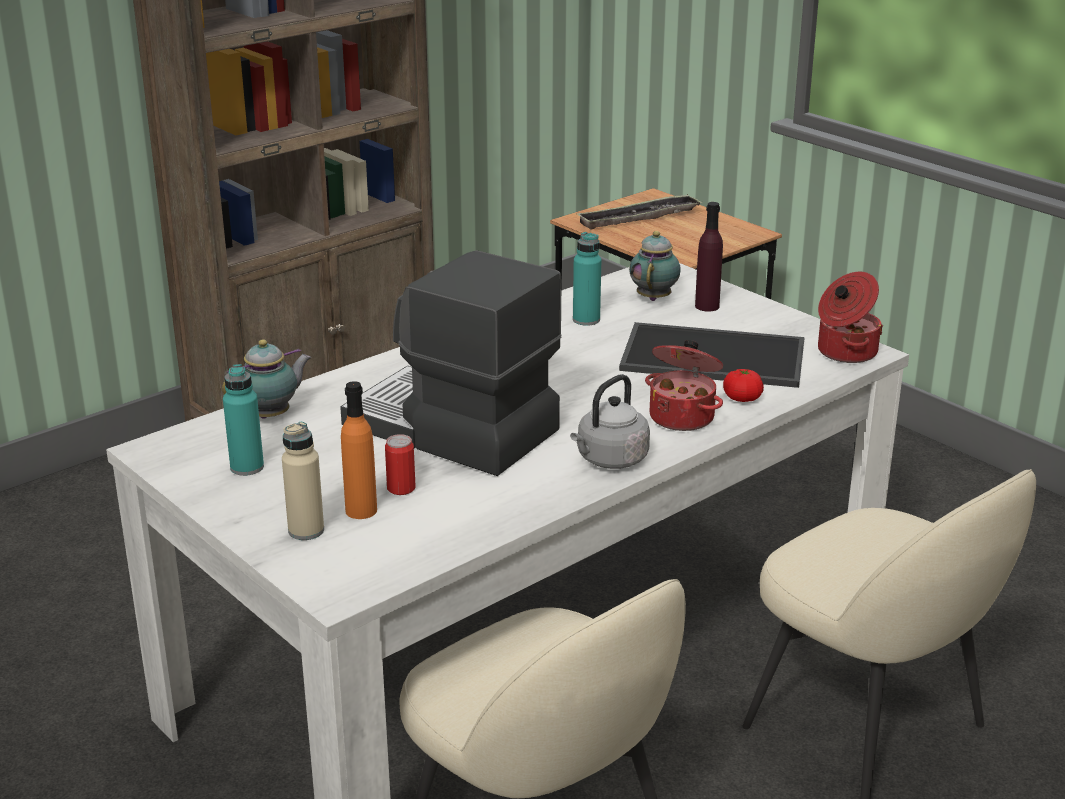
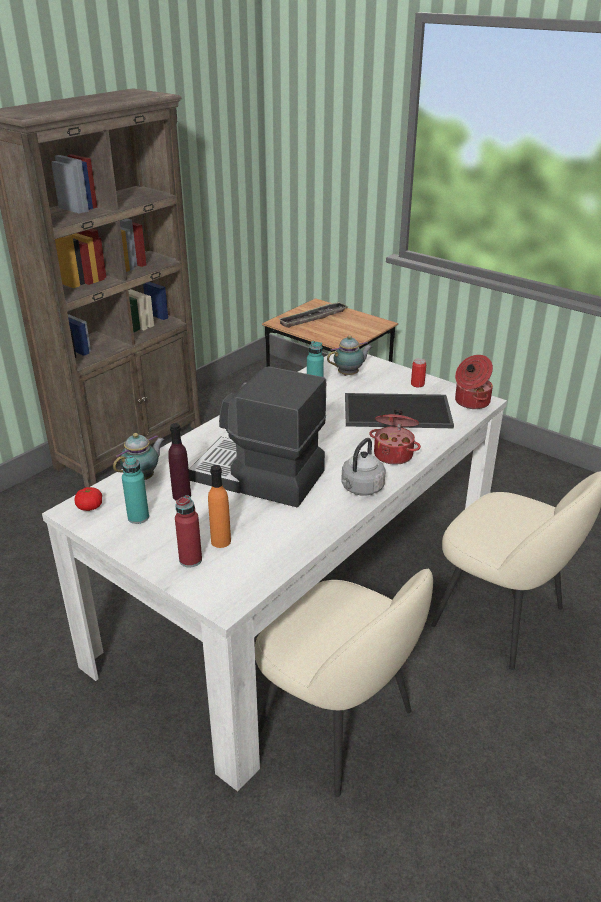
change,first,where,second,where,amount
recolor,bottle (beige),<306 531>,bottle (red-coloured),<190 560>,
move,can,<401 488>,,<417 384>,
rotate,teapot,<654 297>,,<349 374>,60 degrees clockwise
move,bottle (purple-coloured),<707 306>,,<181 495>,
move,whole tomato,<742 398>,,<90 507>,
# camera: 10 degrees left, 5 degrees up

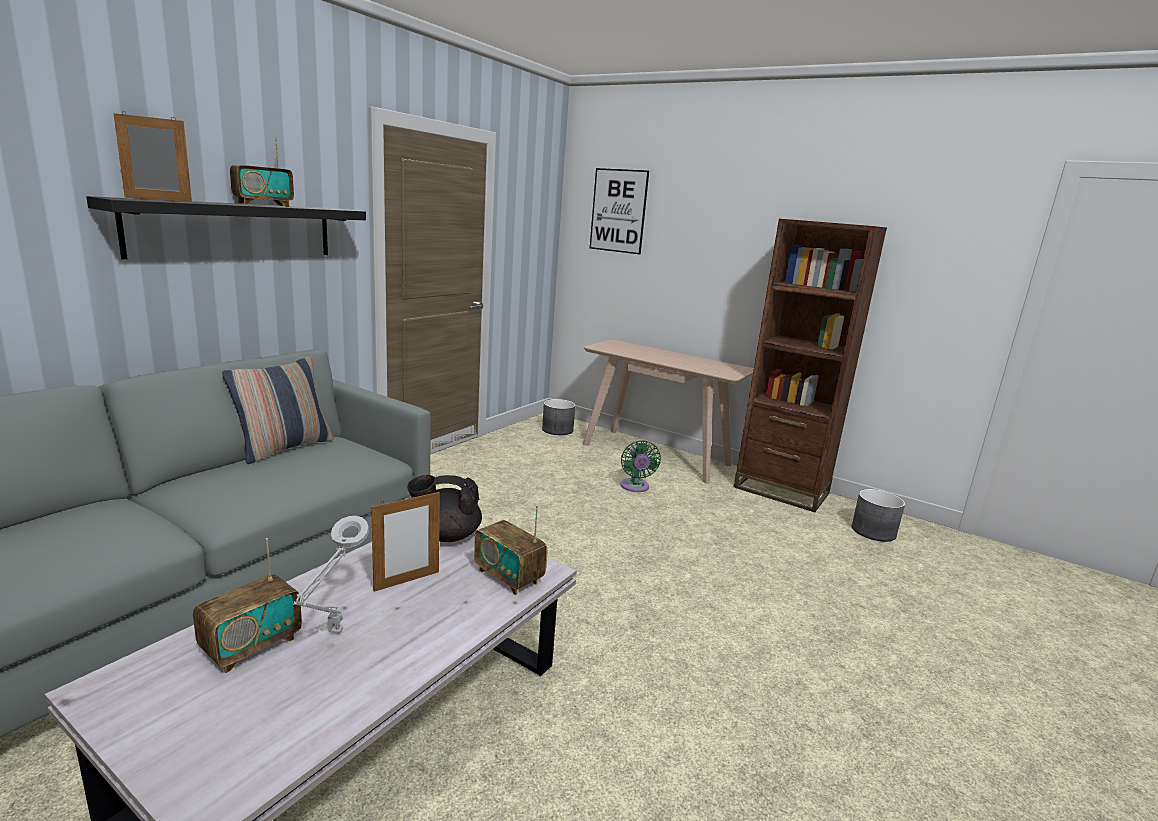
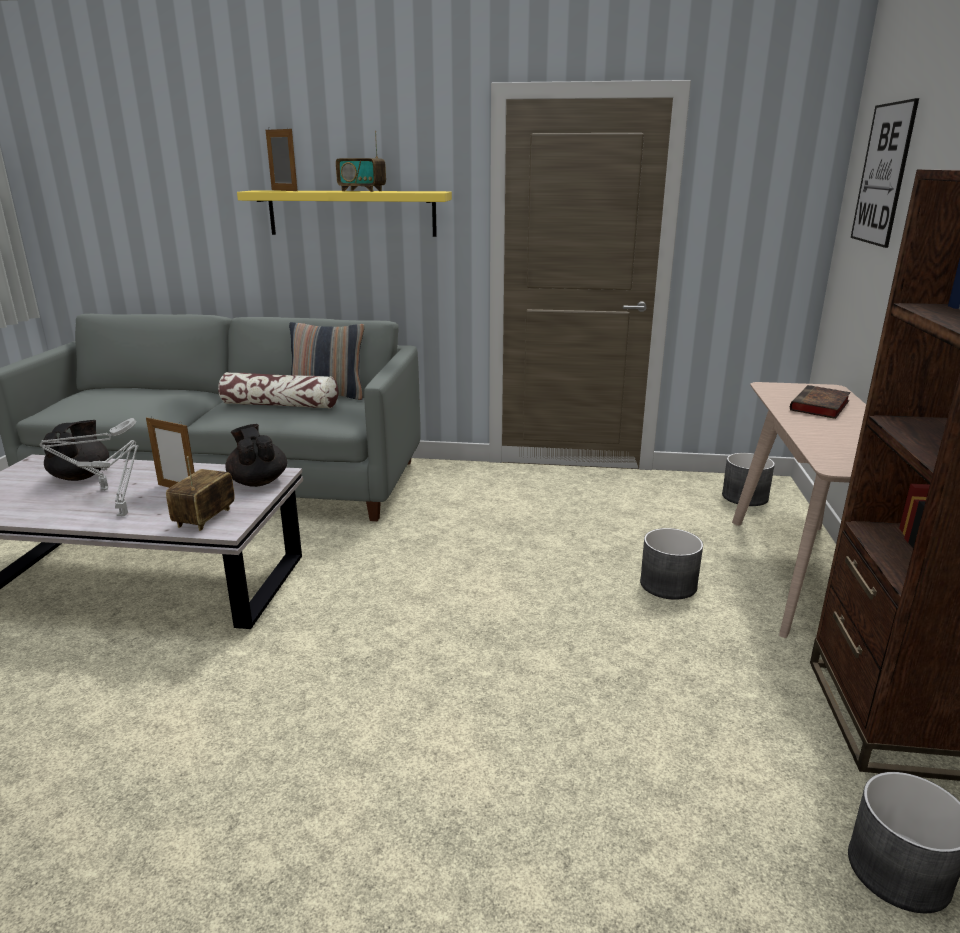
change,first,where,second,where,amount
recolor,bracket shelf (black-coloured),<235 230>,bracket shelf (yellow),<352 213>,
replace,radio,<251 646>,teapot (black-coloured),<81 476>,
replace,fan (green-coloured),<635 487>,plant pot (greyish),<668 584>,
insert,,,lamp for a table (greyish),<124 514>,
insert,,,cushion,<280 405>,
insert,,,bound book,<820 407>,
# camera: 65 degrees right, 5 degrees up

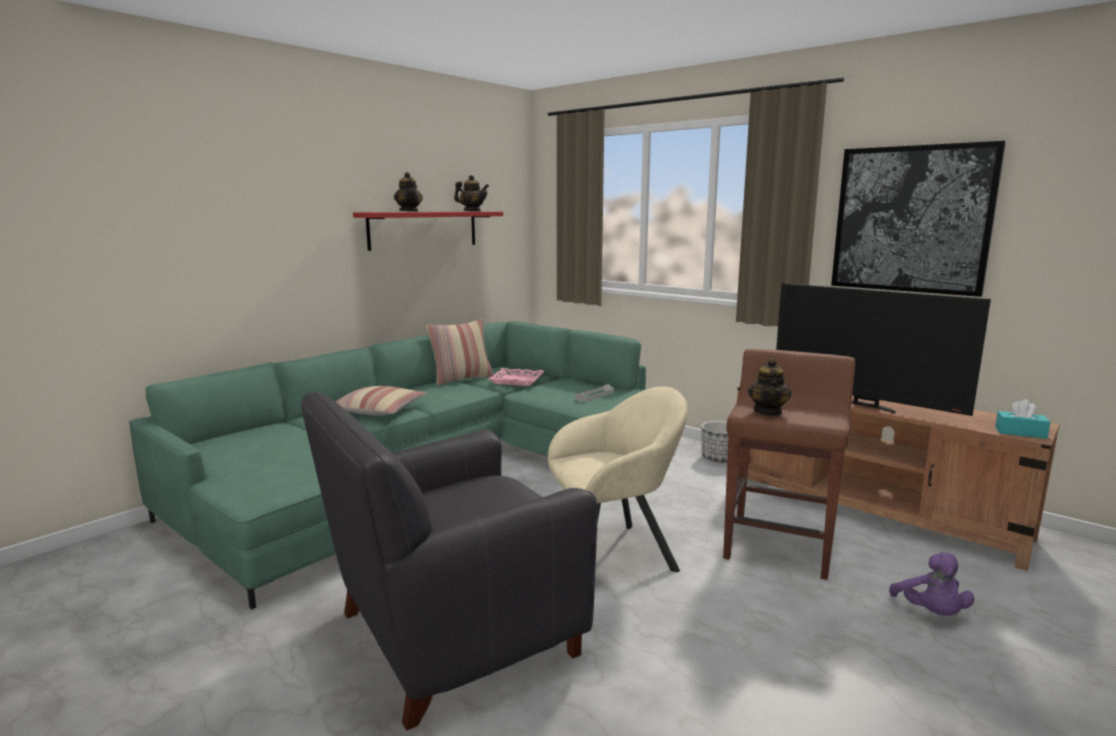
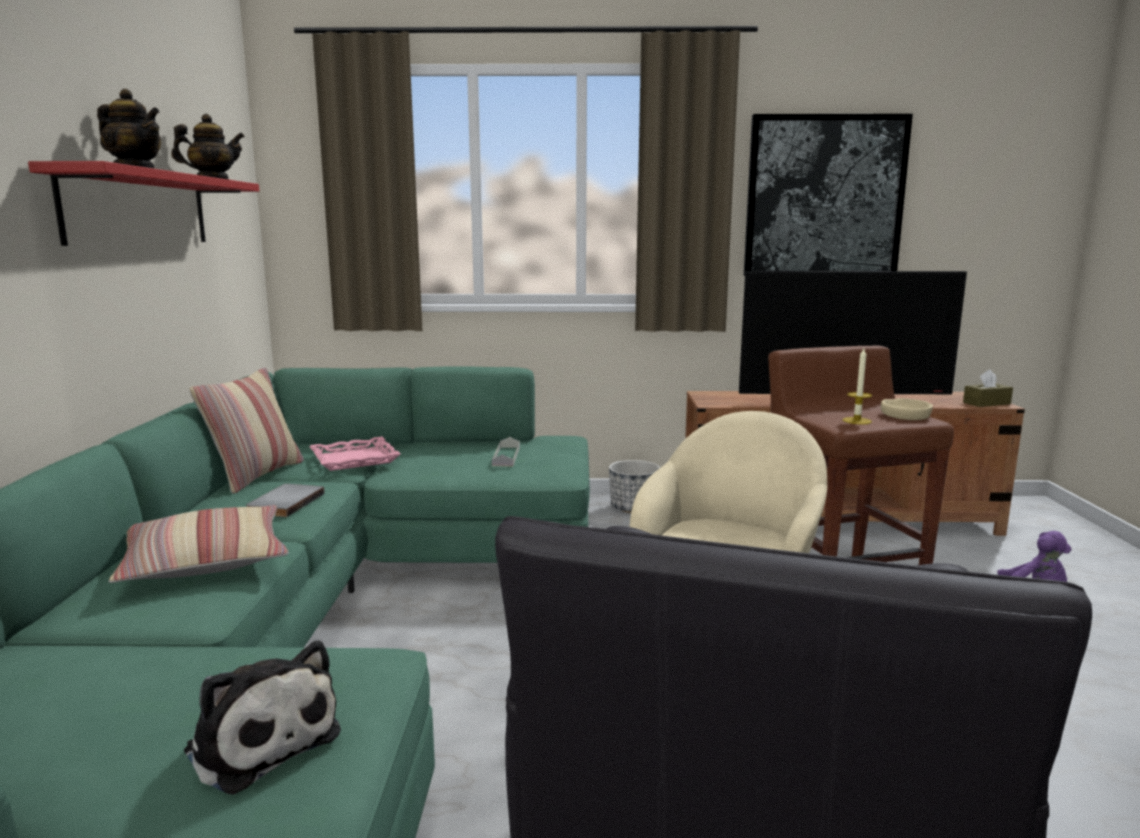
change,first,where,second,where,amount
replace,teapot,<768 412>,wax candle,<857 421>,
recolor,tissue box (turquoise),<1020 432>,tissue box (brown-coloured),<986 403>,
insert,,,soft toy,<260 740>,
insert,,,bound book (greyish),<283 503>,
insert,,,deep dish (beige),<905 415>,
# camera: 40 degrees left, 0 degrees up

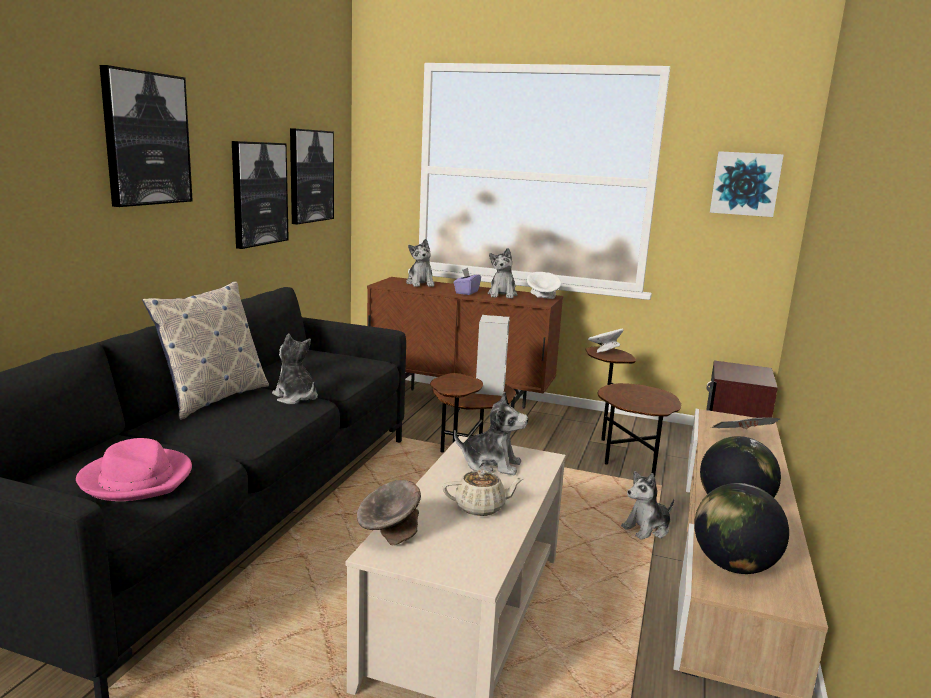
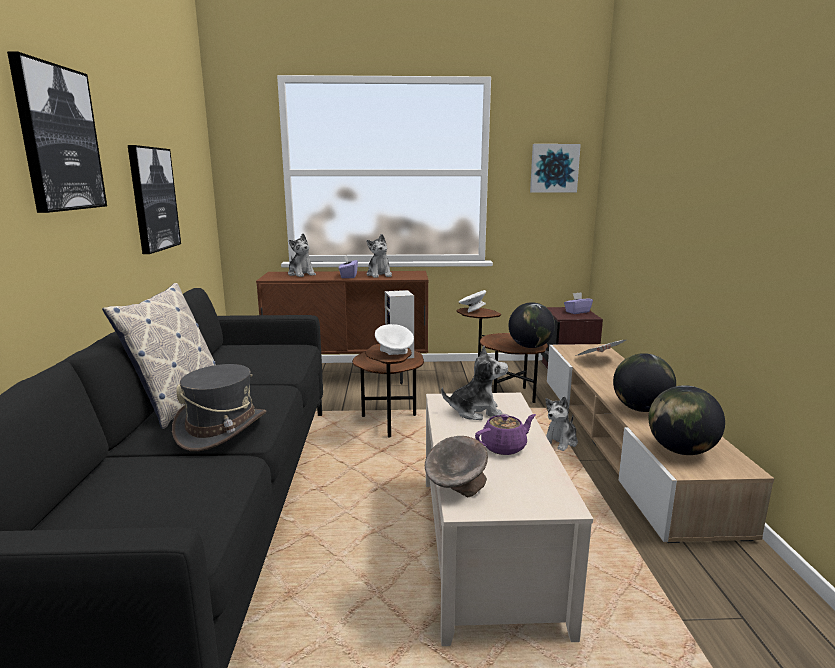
change,first,where,second,where,amount
delete,clothing hat (pinkish),<137 479>,,,
delete,soft toy,<295 398>,,,
delete,wall picture,<310 176>,,,
recolor,teapot (beige),<481 507>,teapot (purple-coloured),<504 447>,
move,deep dish (whitish),<543 298>,,<394 354>,
insert,,,clothing hat (greyish),<222 429>,
insert,,,globe,<530 347>,
insert,,,tissue box (purple-coloured),<577 312>,
# camera: 20 degrees left, 0 degrees up

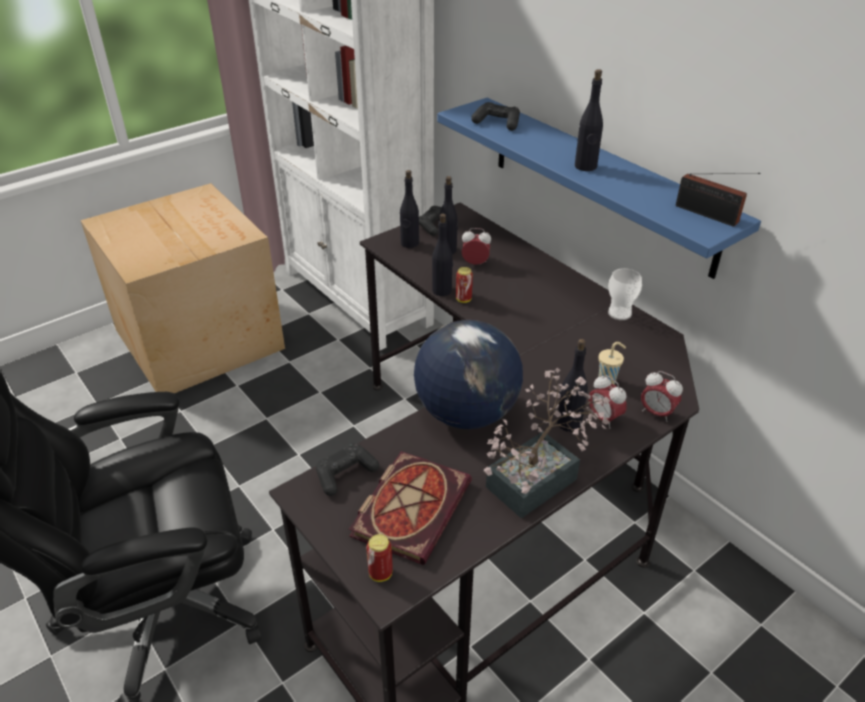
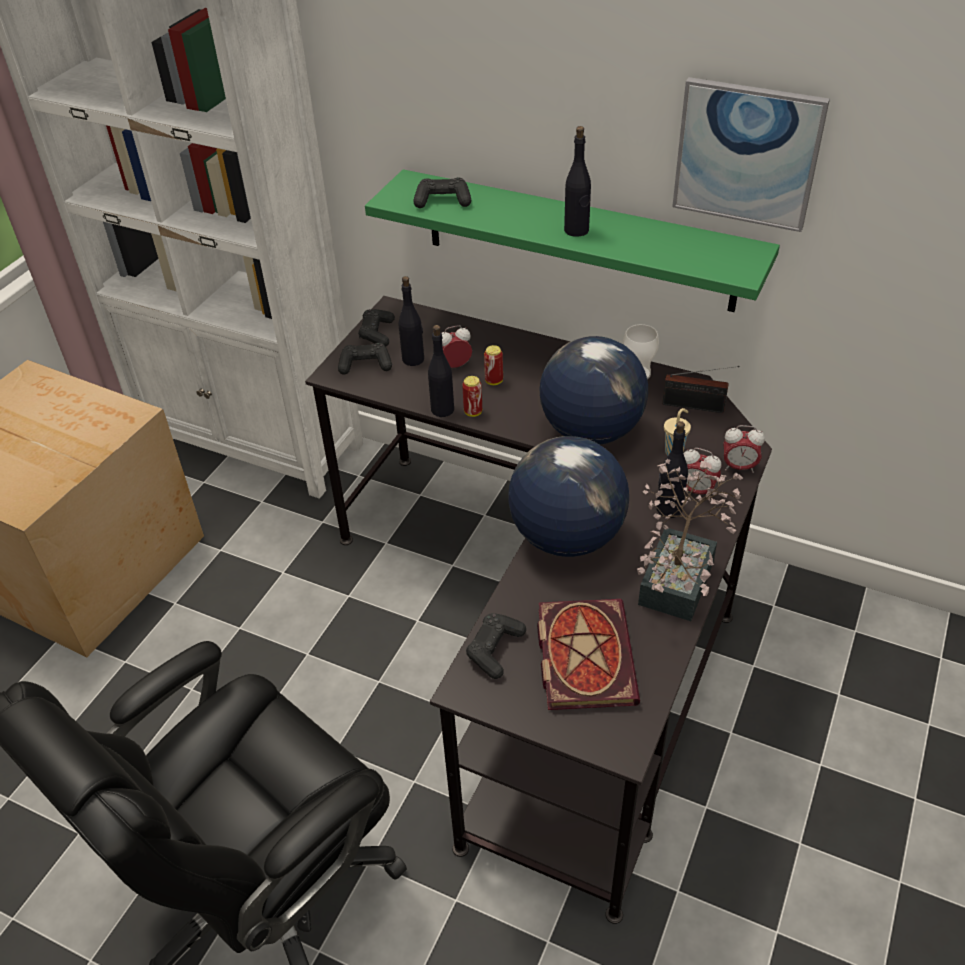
change,first,where,second,where,amount
move,can,<380 574>,,<494 381>,
replace,bottle (black-coloured),<409 243>,game controller (black-coloured),<365 365>,
recolor,bracket shelf (bluish),<600 183>,bracket shelf (green-coloured),<578 240>,
move,radio,<709 216>,,<696 406>,
insert,,,globe,<590 431>,
insert,,,wall picture,<747 154>,
# camera: 25 degrees left, 5 degrees up

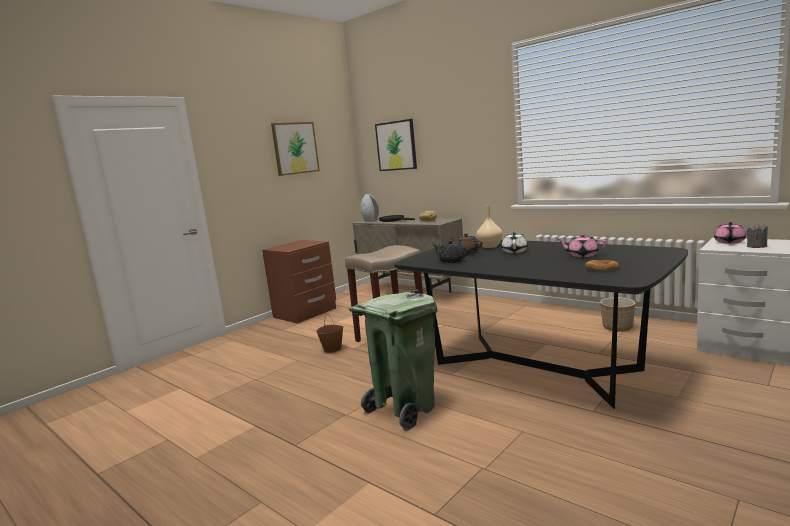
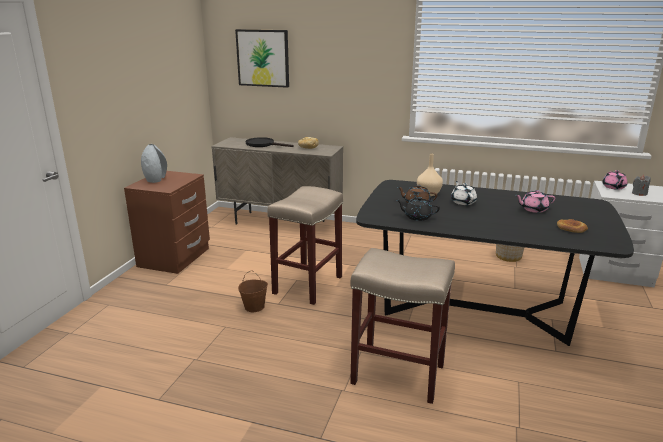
change,first,where,second,where,amount
delete,wall picture,<295 148>,,,
replace,trash can (green-coloured),<404 409>,stool seat (beige),<396 374>,
move,decorative vase (greyish),<370 220>,,<155 180>,
# camera: 25 degrees left, 10 degrees up

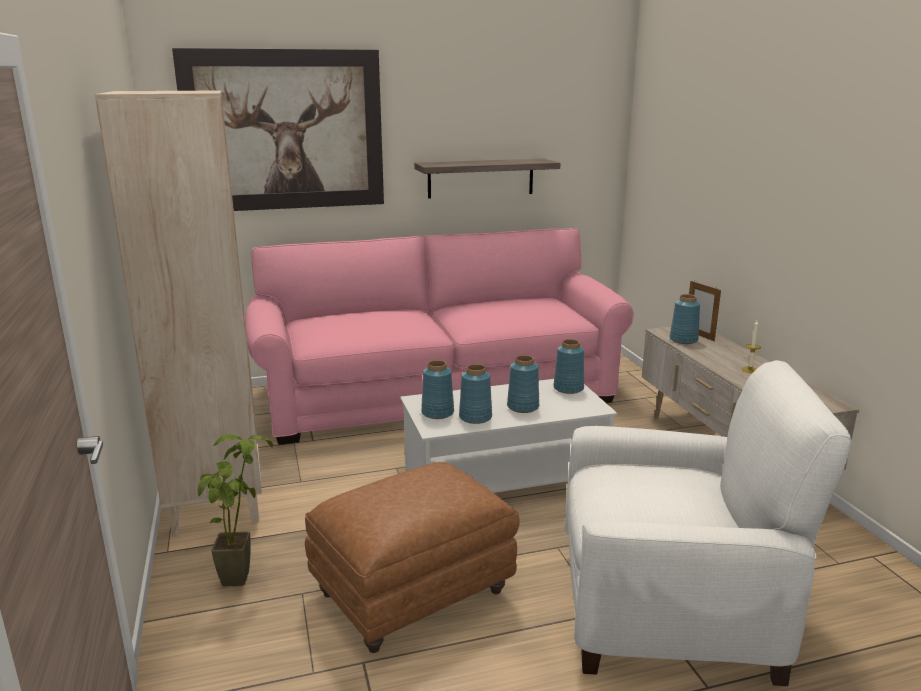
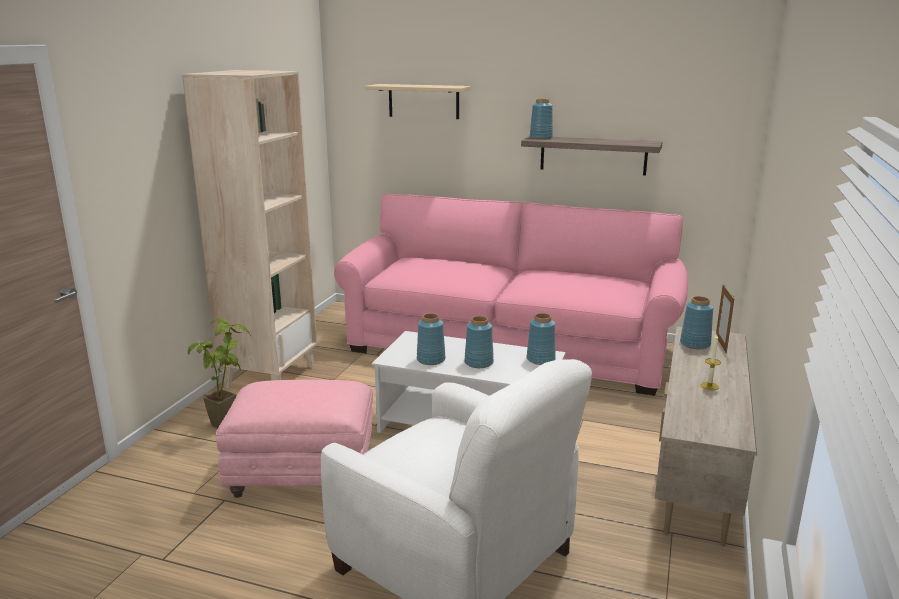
change,first,where,second,where,amount
replace,wall picture,<285 131>,bracket shelf (beige),<423 101>,
recolor,ottoman (brown-coloured),<413 592>,ottoman (pinkish),<305 474>,
move,decorative vase (bluish),<438 413>,,<541 138>,
# camera: 35 degrees right, 0 degrees up

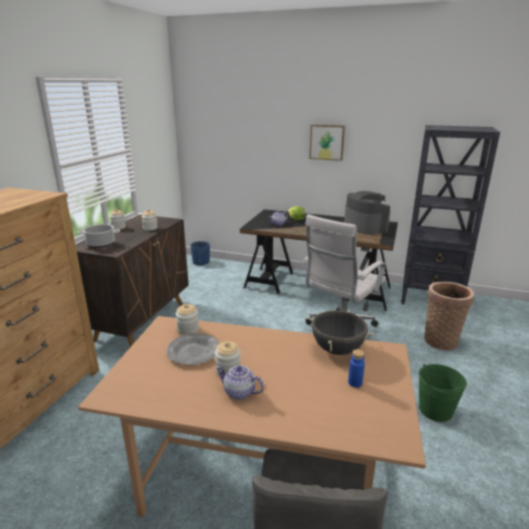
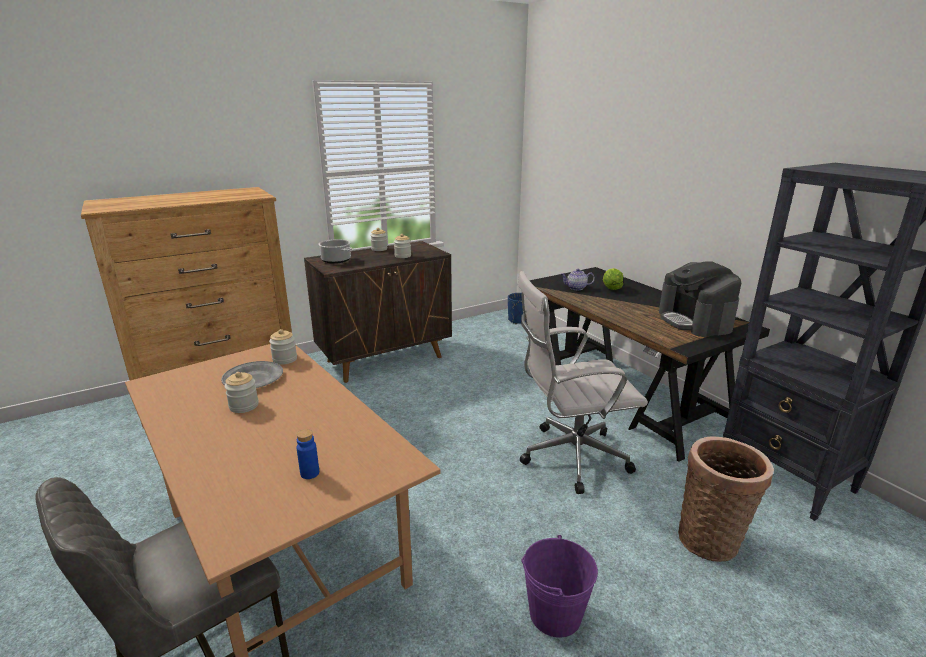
change,first,where,second,where,amount
delete,teapot,<239 392>,,,
delete,stockpot (black-coloured),<337 350>,,,
delete,wall picture,<327 142>,,,
rotate,coffee maker,<364 227>,,<694 321>,150 degrees clockwise
recolor,pail (green-coloured),<435 410>,pail (purple-coloured),<555 614>,
# camera: 40 degrees right, 0 degrees up

